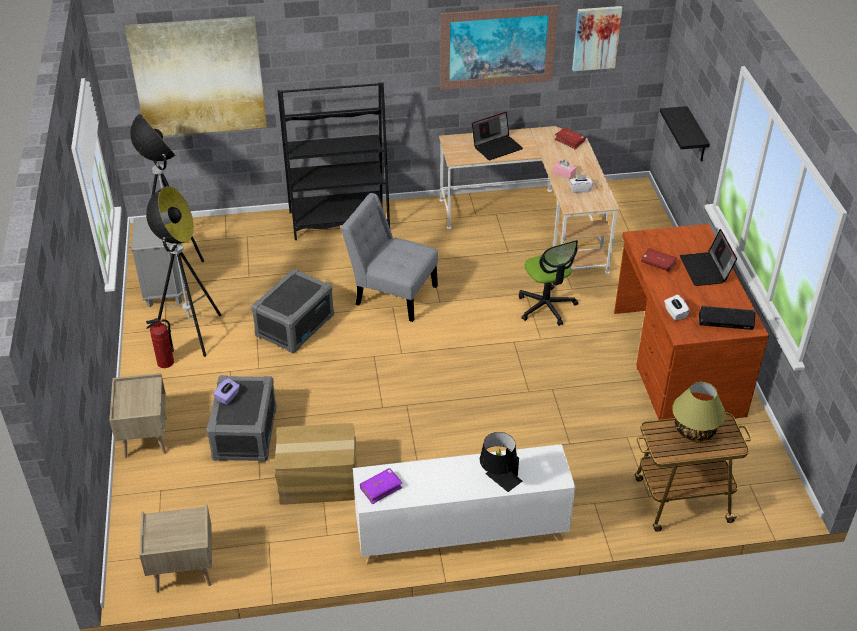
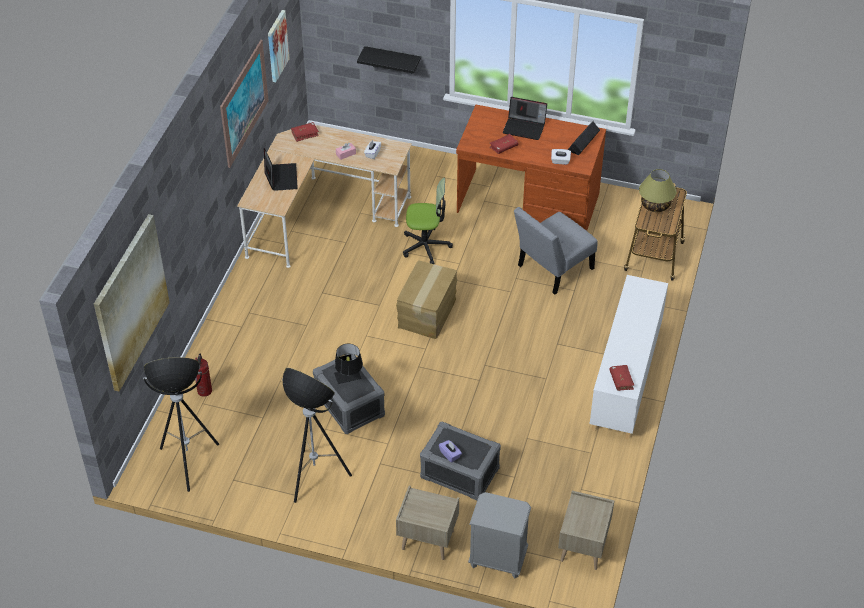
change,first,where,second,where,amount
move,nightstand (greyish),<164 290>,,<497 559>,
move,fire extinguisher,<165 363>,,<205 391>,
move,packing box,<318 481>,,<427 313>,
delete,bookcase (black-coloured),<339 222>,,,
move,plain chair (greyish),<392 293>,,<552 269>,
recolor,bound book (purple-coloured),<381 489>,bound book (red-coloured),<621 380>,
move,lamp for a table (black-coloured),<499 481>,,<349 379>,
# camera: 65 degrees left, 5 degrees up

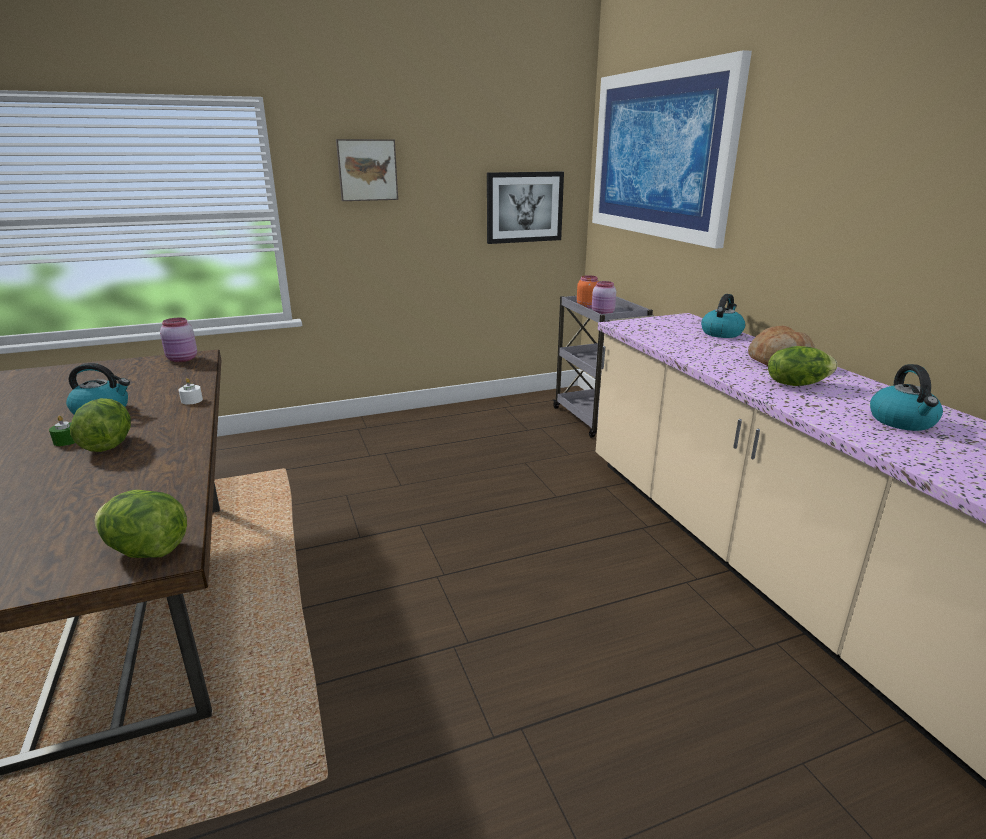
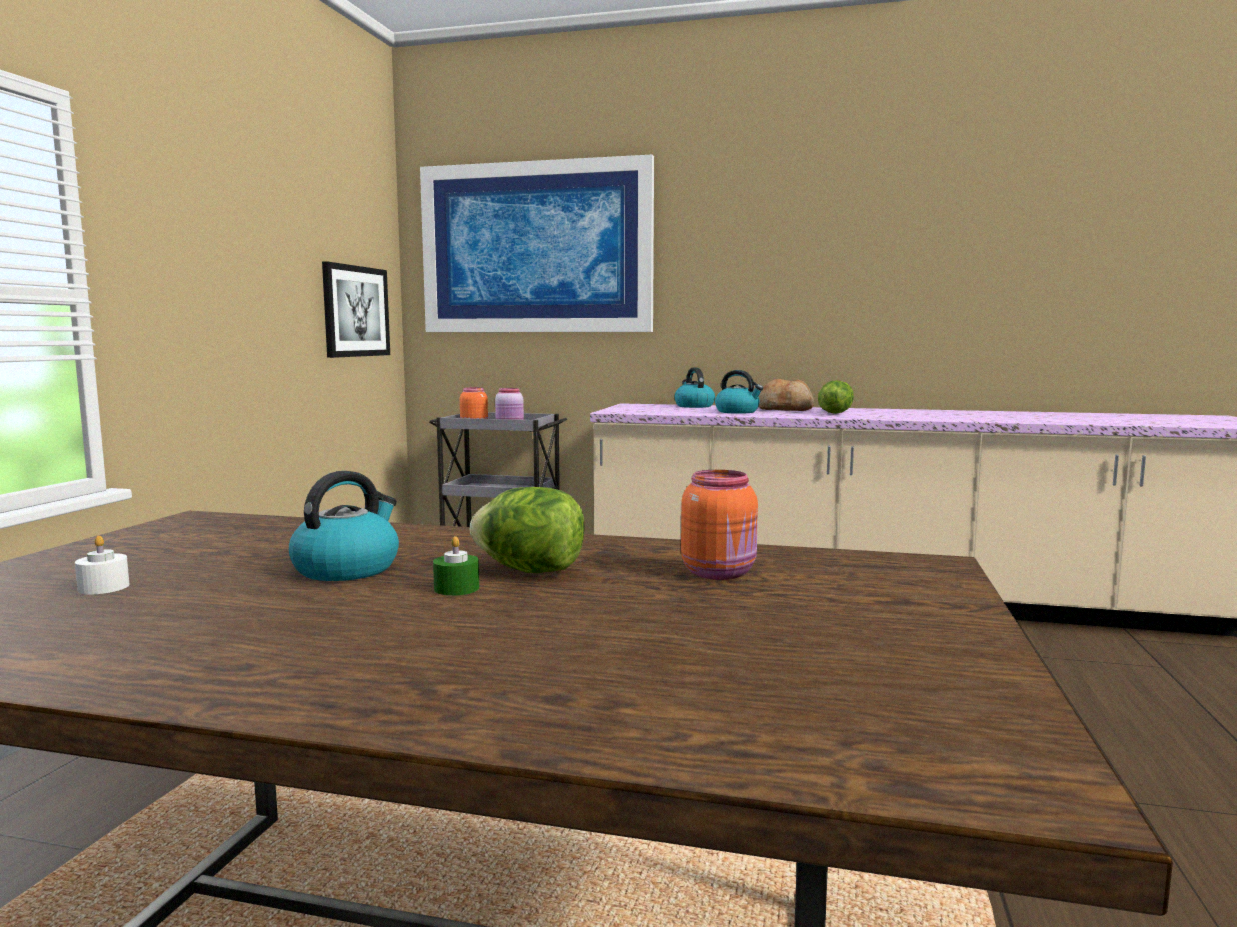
change,first,where,second,where,amount
delete,lettuce head,<147 550>,,,
delete,storage jar (pinkish),<183 359>,,,
move,wax candle (whitish),<192 400>,,<103 587>,
delete,wall picture,<367 170>,,,
move,tea kettle,<902 421>,,<738 412>,
insert,,,storage jar (orange-coloured),<720 573>,
# camera: 55 degrees left, 15 degrees down

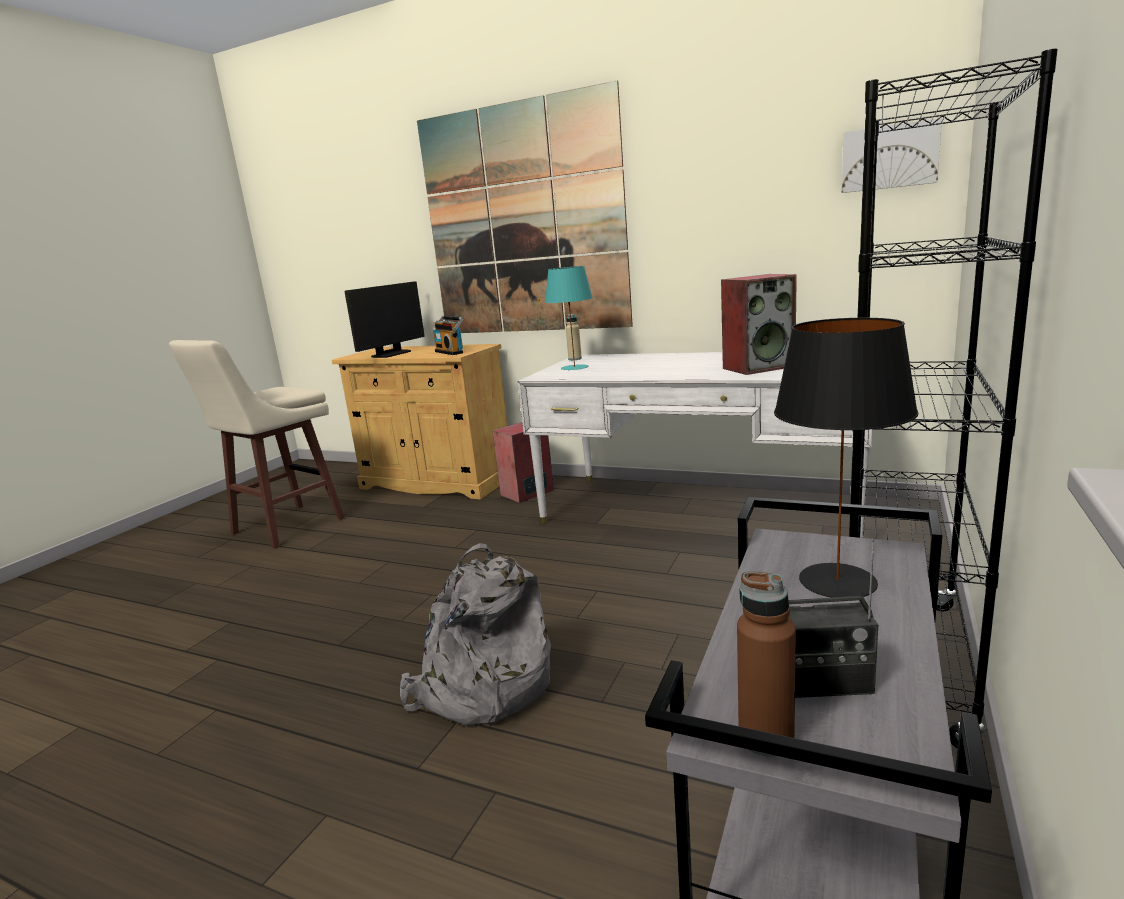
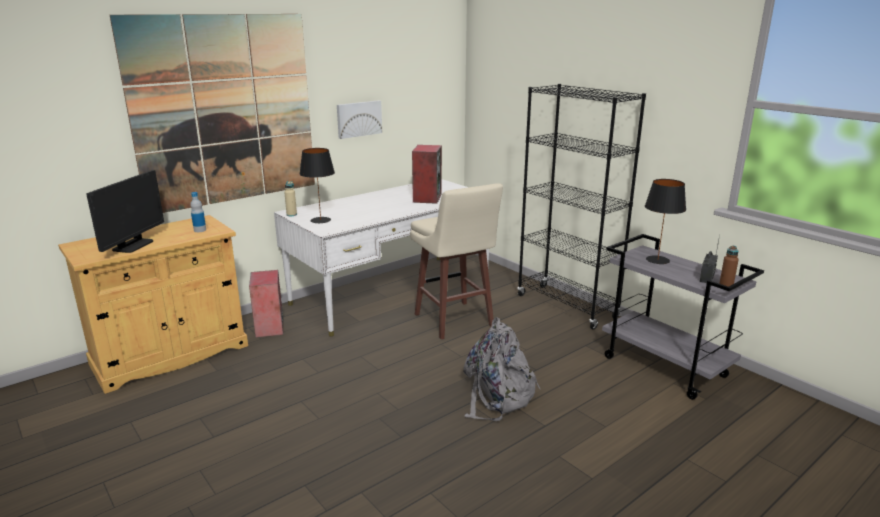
change,first,where,second,where,amount
move,stool seat (beige),<284 527>,,<454 321>,
rotate,computer screen,<391 354>,,<133 245>,45 degrees clockwise
replace,radio,<451 352>,bottle,<200 230>,
recolor,lamp for a table (turquoise),<574 367>,lamp for a table (black-coloured),<320 220>,
move,wall picture,<889 157>,,<358 119>,
# camera: 65 degrees left, 5 degrees up

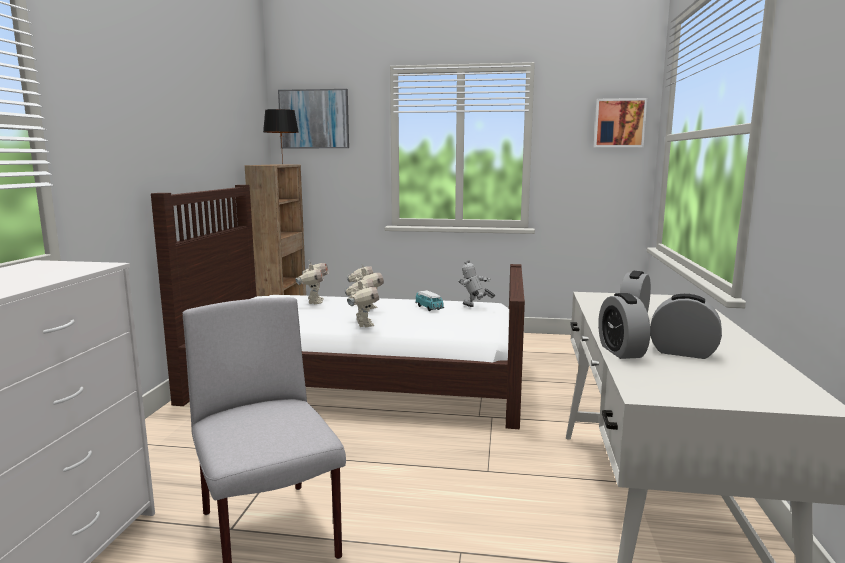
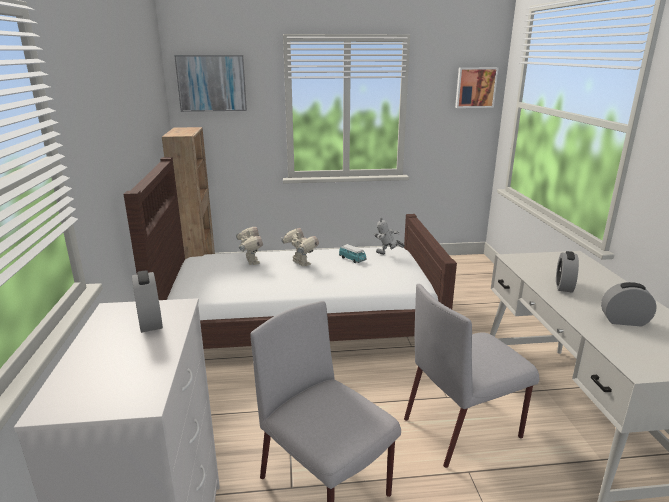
change,first,where,second,where,amount
delete,lamp for a table (black-coloured),<282 164>,,,
delete,robot figure,<363 324>,,,
move,alarm clock,<621 351>,,<150 322>,
insert,,,plain chair (greyish),<463 427>,
# camera: 15 degrees left, 10 degrees up

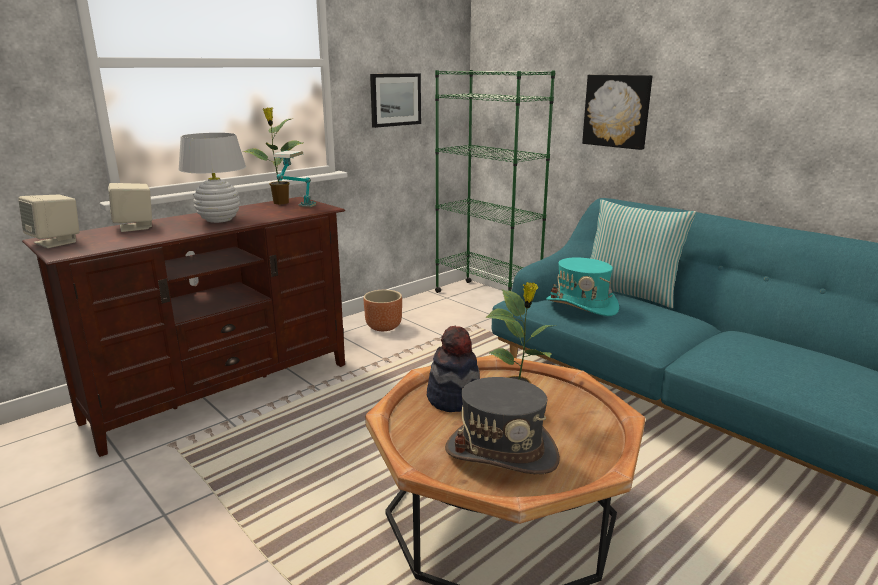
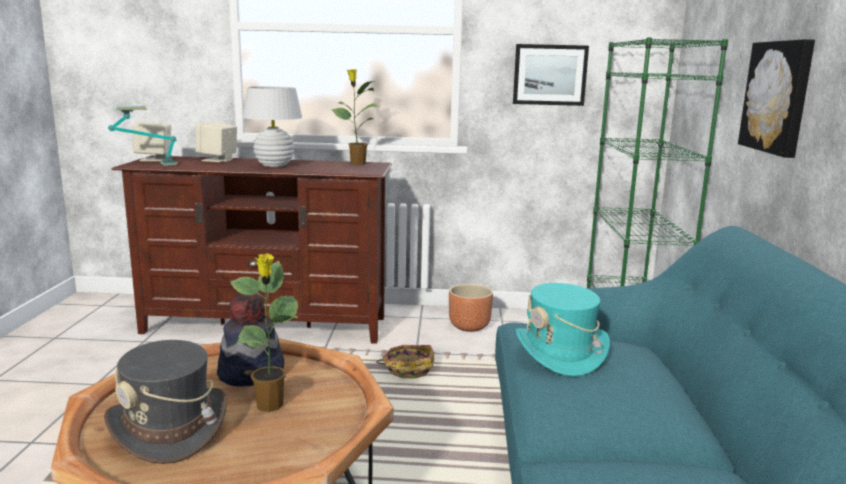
change,first,where,second,where,amount
move,lamp for a table,<297 210>,,<146 165>,
delete,cushion,<630 293>,,,
insert,,,household basket,<408 369>,
# camera: 45 degrees right, 5 degrees down

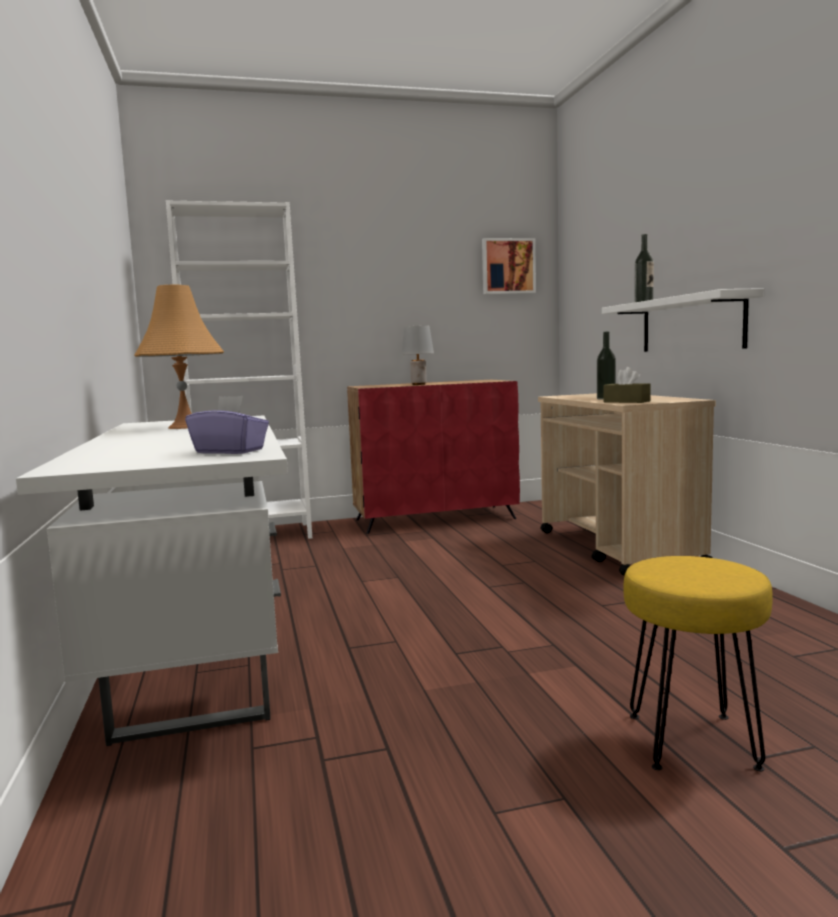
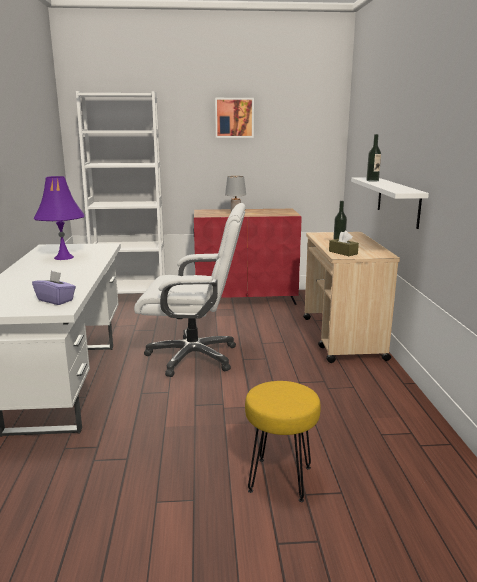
change,first,where,second,where,amount
recolor,lamp for a table (orange-coloured),<185 427>,lamp for a table (purple-coloured),<64 257>,
move,wall picture,<507 266>,,<234 117>,
insert,,,office chair (whitish),<194 356>,
# camera: 10 degrees right, 10 degrees up

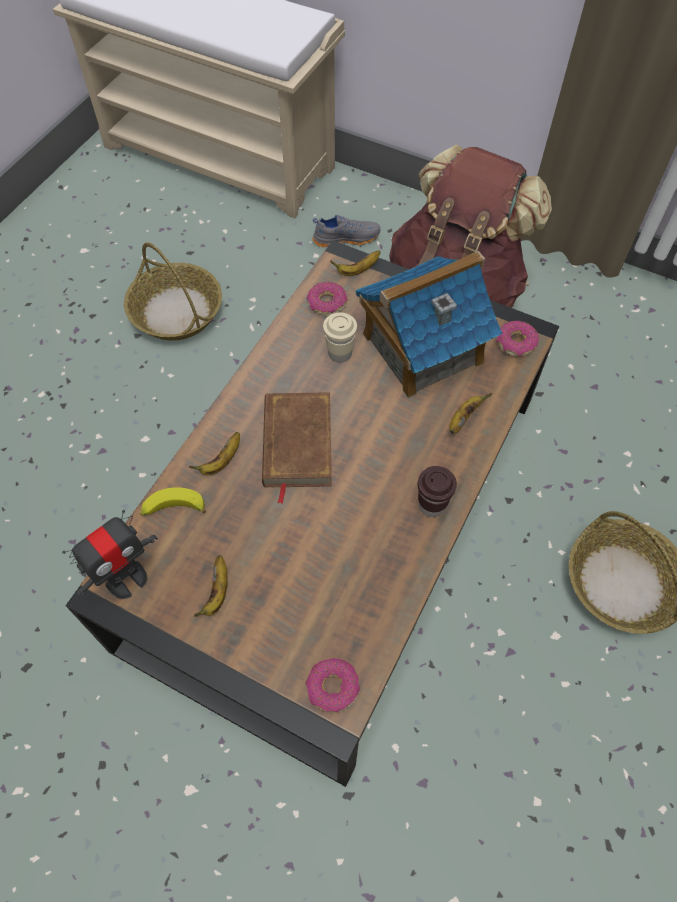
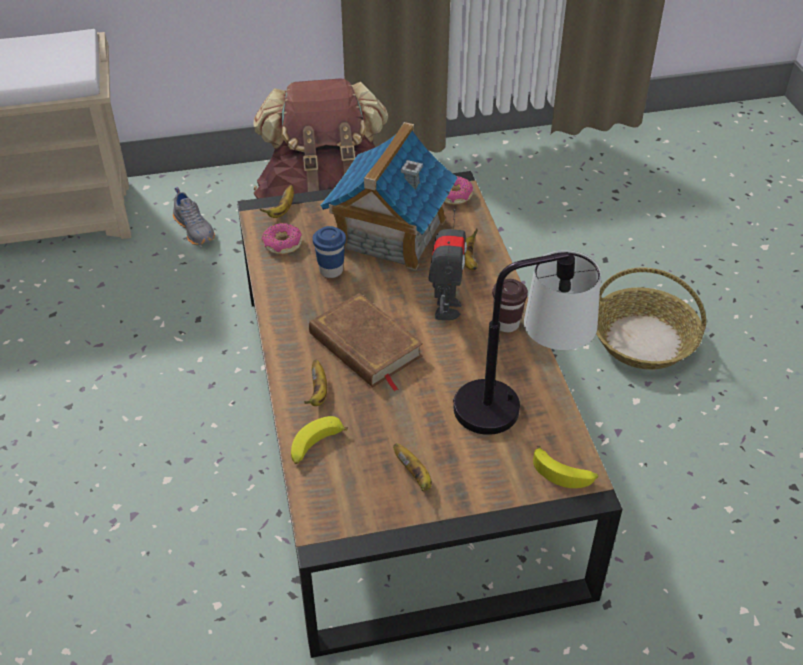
change,first,where,second,where,amount
move,robot figure,<127 580>,,<446 308>,
delete,household basket,<176 312>,,,
replace,donut,<332 687>,banana,<563 473>,
rotate,low shoe (greyish),<346 237>,,<195 229>,105 degrees clockwise
recolor,small cup (beige),<340 353>,small cup (bluish),<331 270>,
insert,,,lamp for a table,<517 404>,
# camera: 40 degrees left, 15 degrees down

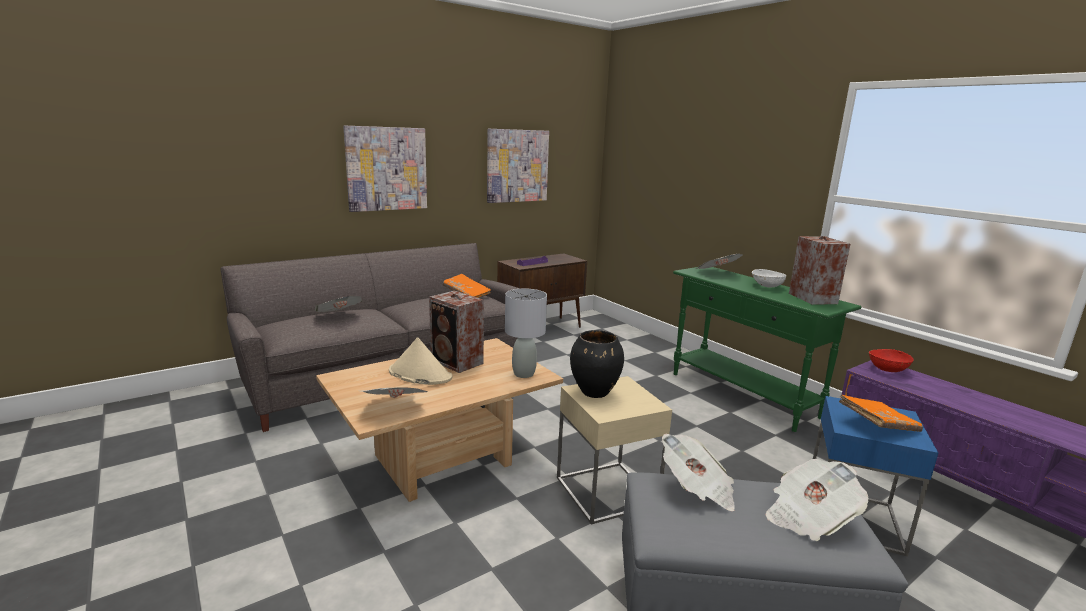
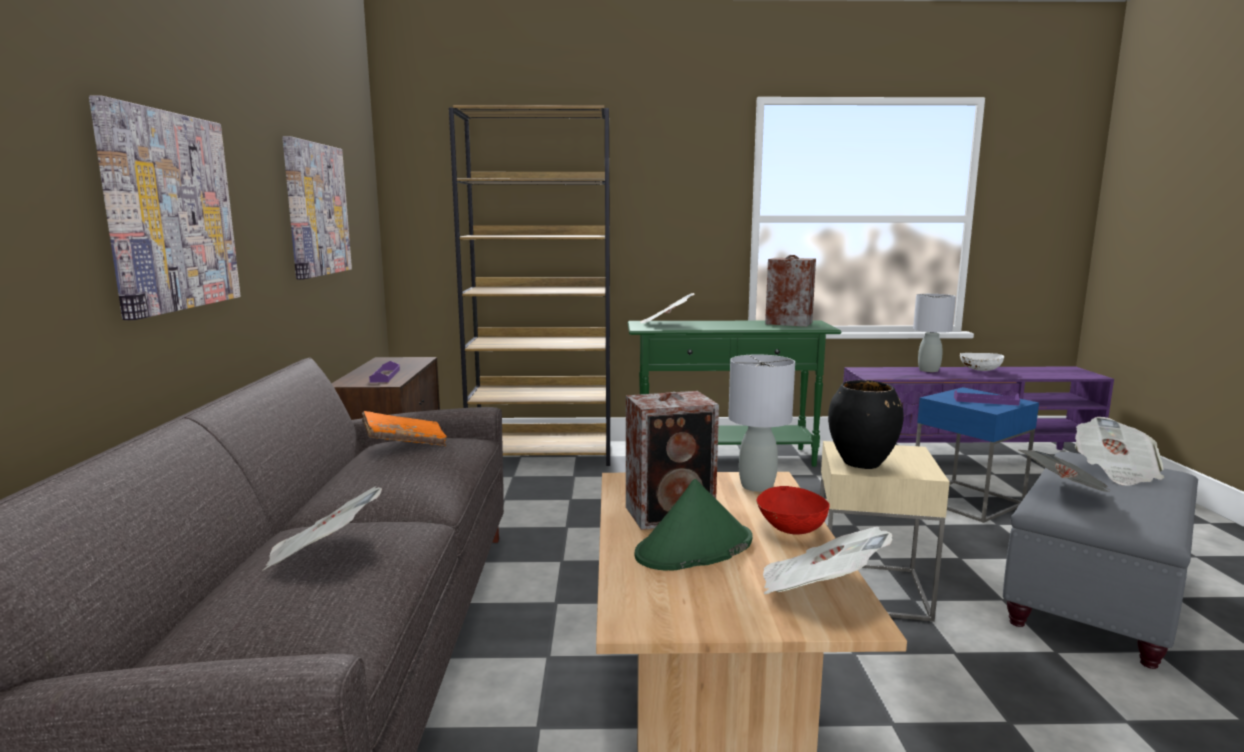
change,first,where,second,where,amount
recolor,clothing hat (beige),<419 374>,clothing hat (green-coloured),<694 548>,
move,deep dish (whitish),<766 286>,,<980 370>,
replace,bound book (orange-coloured),<877 424>,carrying tray (purple-coloured),<985 401>,
move,deep dish (red-coloured),<887 369>,,<790 528>,
insert,,,bookcase (brown-coloured),<542 454>,
insert,,,lamp for a table (greyish),<928 370>,
# camera: 55 degrees left, 5 degrees down

